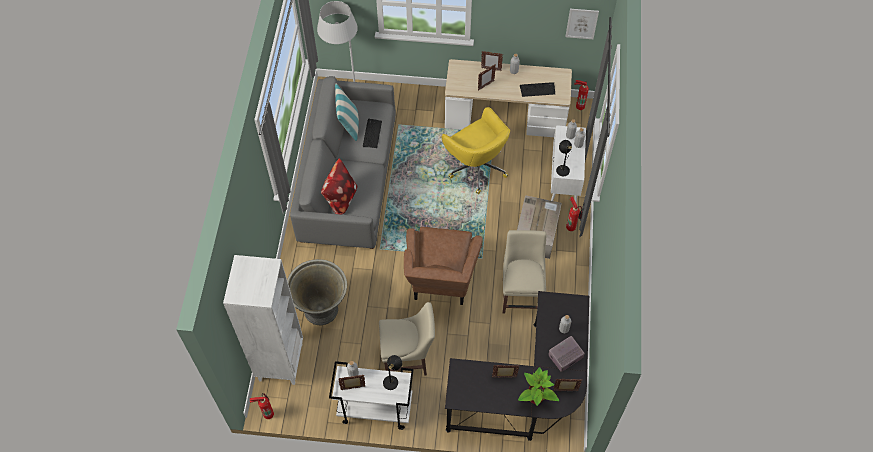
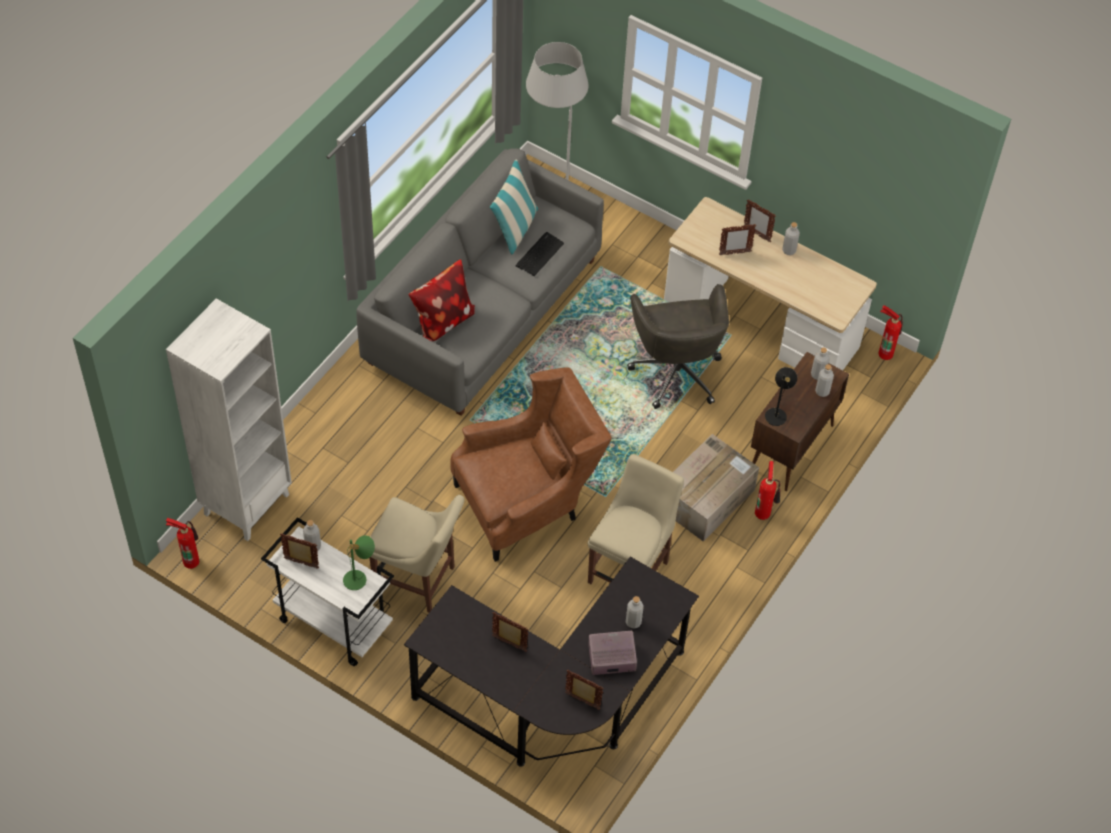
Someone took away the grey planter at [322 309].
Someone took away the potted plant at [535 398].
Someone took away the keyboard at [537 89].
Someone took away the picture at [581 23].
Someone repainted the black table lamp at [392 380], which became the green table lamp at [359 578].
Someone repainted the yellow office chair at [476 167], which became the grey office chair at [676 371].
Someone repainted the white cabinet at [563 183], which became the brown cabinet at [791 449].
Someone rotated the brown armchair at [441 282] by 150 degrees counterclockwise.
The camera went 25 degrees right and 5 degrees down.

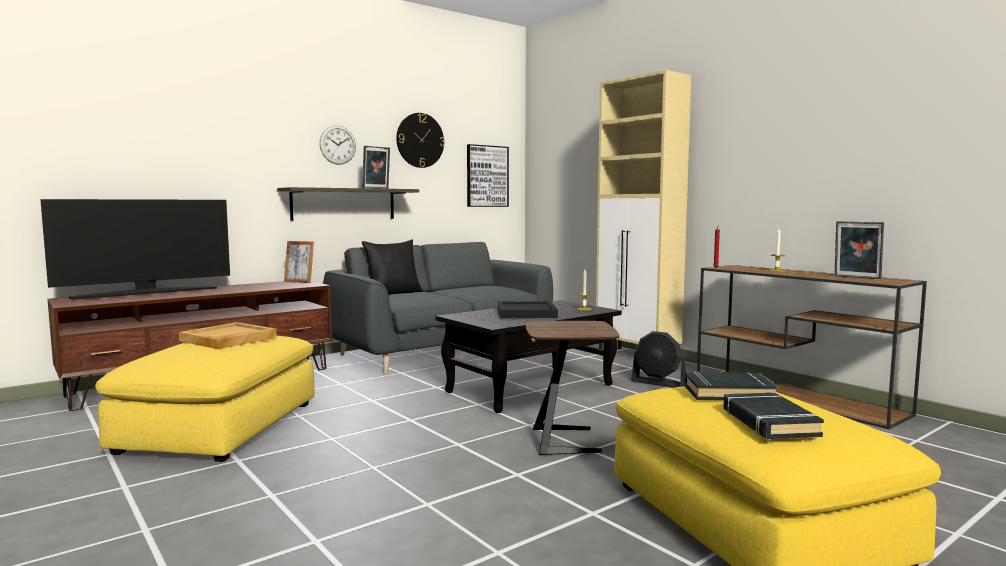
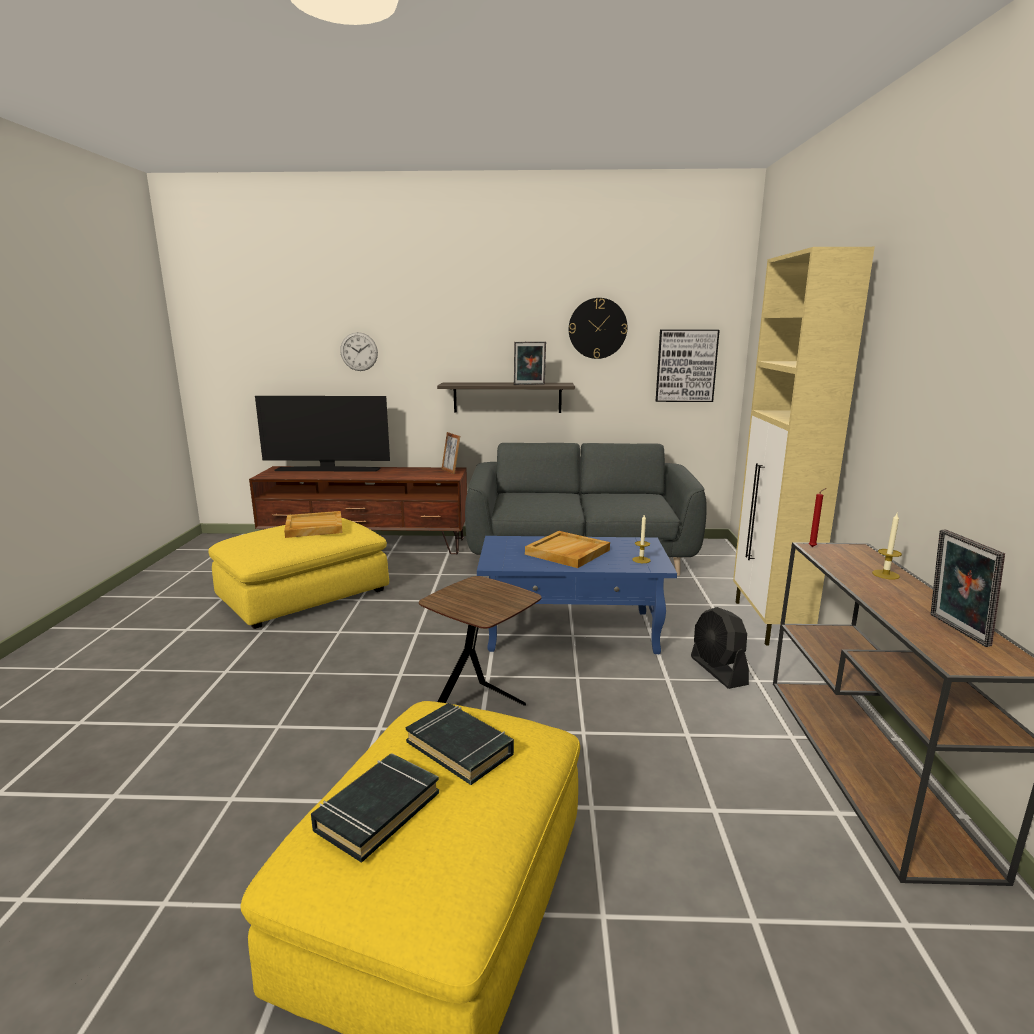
Someone took away the black pillow at [393 293].
Someone carried the wall clock from [337 145] to [359 351].
Someone repainted the black coffee table at [531 388], which became the blue coffee table at [572 630].
Someone repainted the black tray at [527 313], which became the beige tray at [567 552].
The camera went 40 degrees right and 10 degrees up.

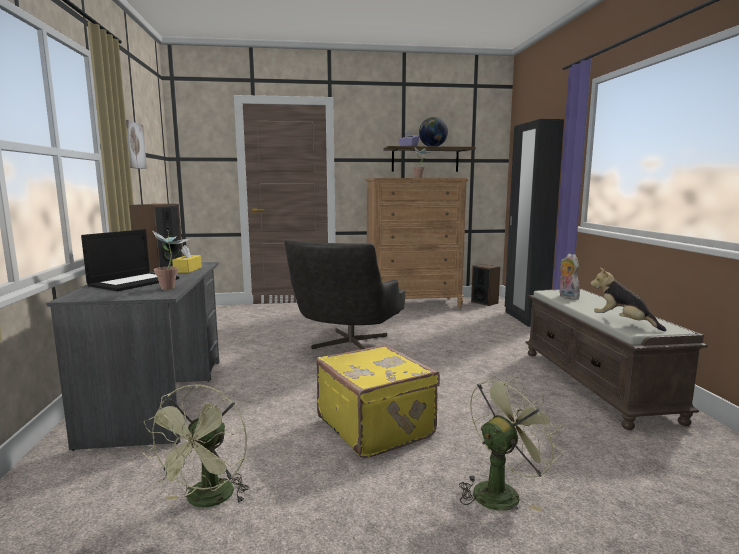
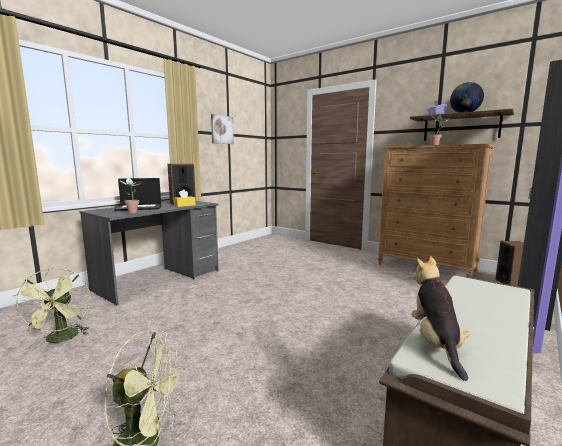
Someone took away the grey armchair at [347 346].
Someone took away the yellow suitcase at [376 426].
Someone took away the plush toy at [566 297].
Someone rotated the green fan at [206 501] by 75 degrees counterclockwise.
The camera went 45 degrees right and 0 degrees up.

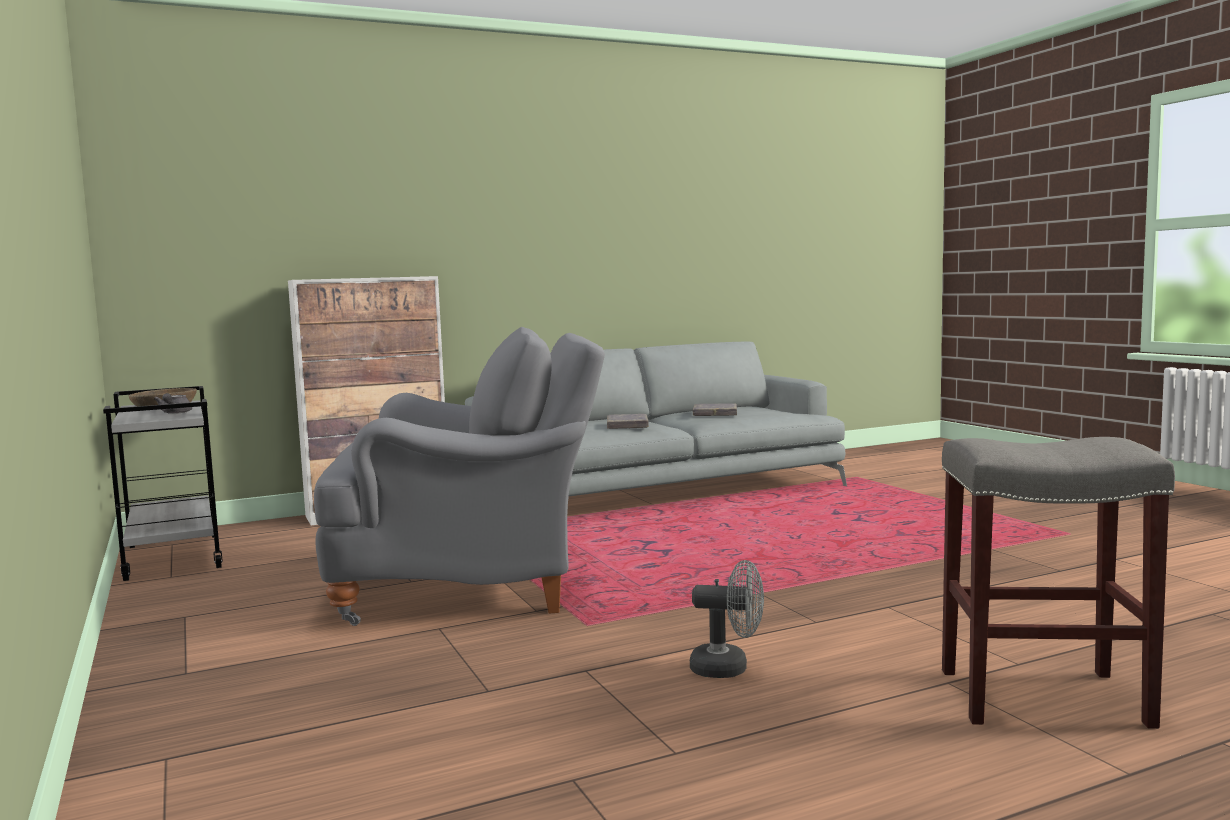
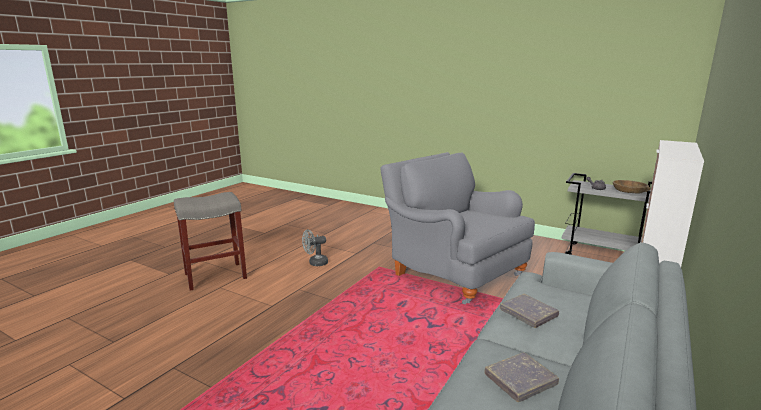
Someone rotated the grey armchair at [472 586] by 90 degrees clockwise.
The camera went 145 degrees right and 10 degrees up.

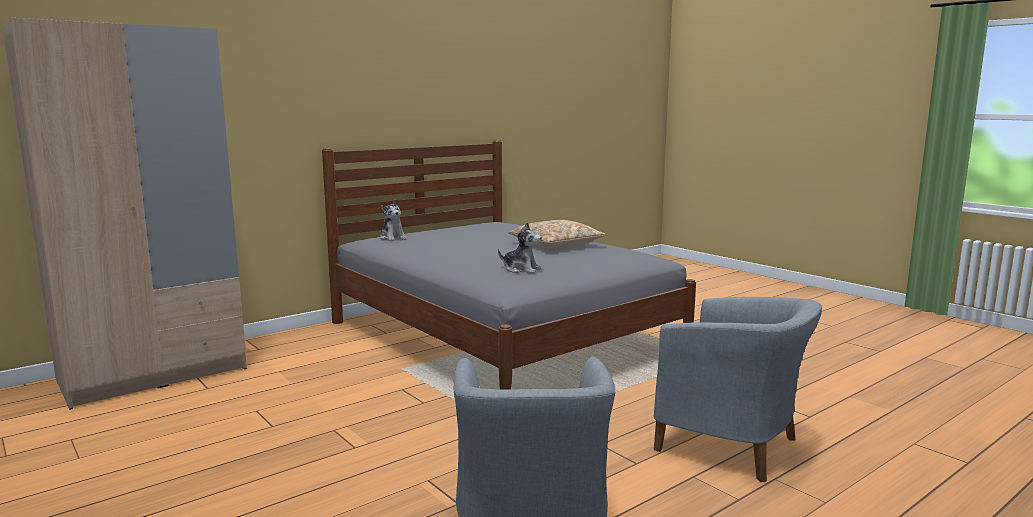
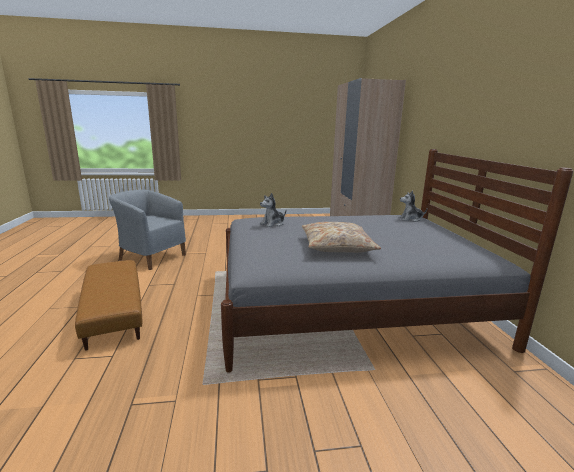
Someone swapped the grey armchair at [732 446] for the brown ottoman at [113 311].
The camera went 120 degrees right and 5 degrees up.

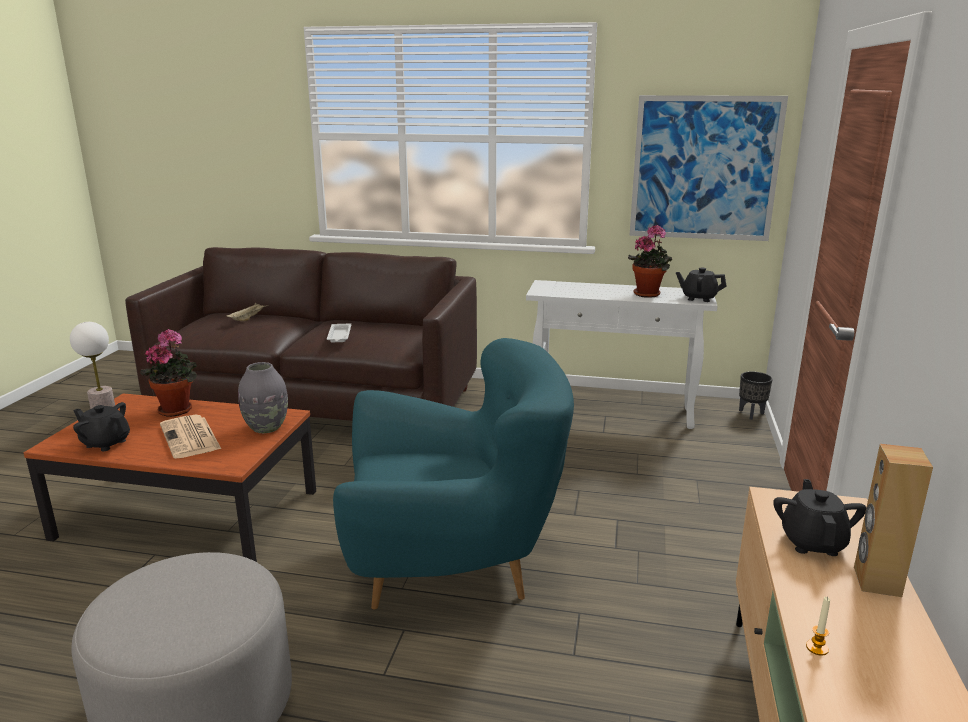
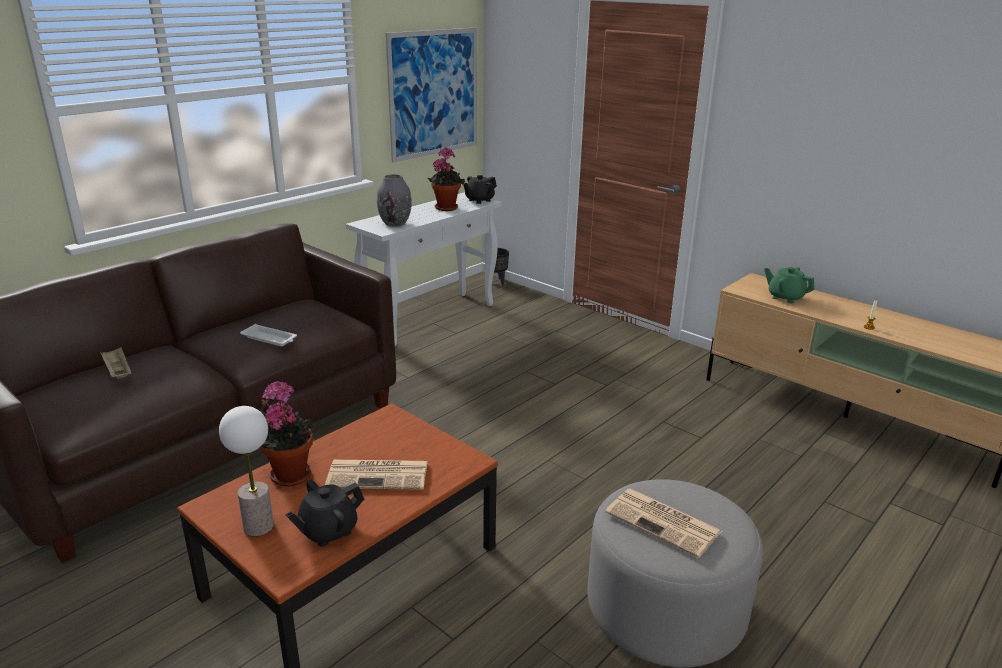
Someone took away the turquoise armchair at [452 565].
Someone took away the brown speaker at [876 581].
Someone put down the newspaper at [664 523].
Someone carried the grey vase from [267 427] to [395 223].
Someone repainted the black teapot at [812 542], which became the green teapot at [785 297].
The camera went 60 degrees left and 5 degrees up.

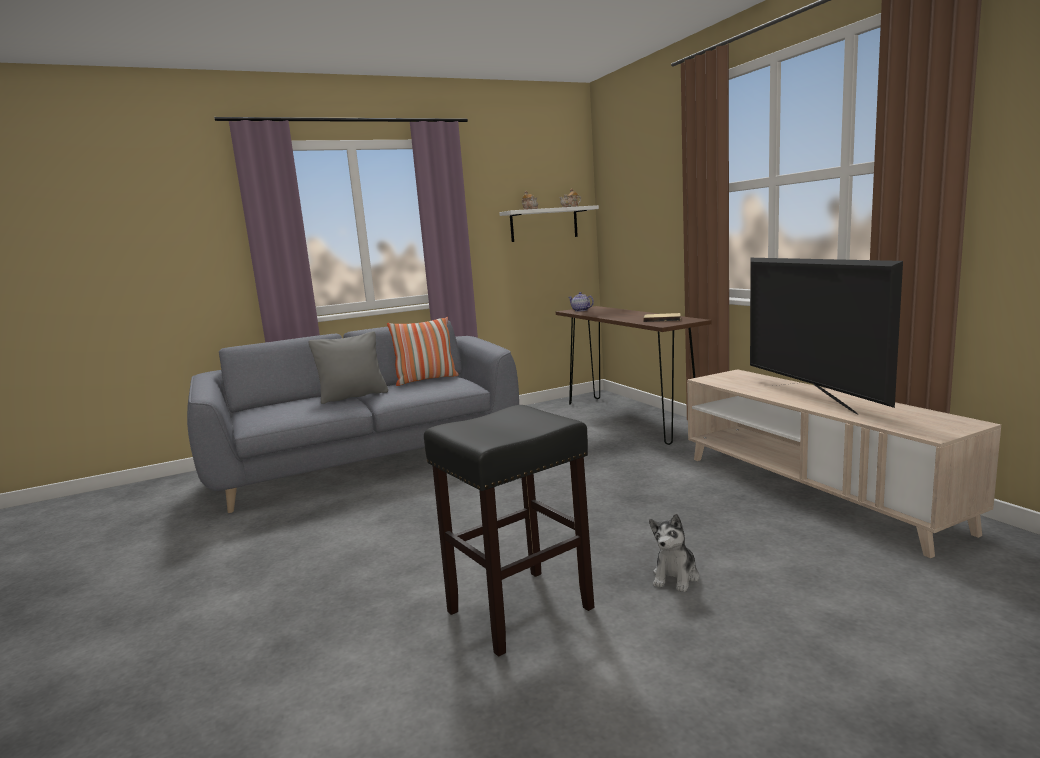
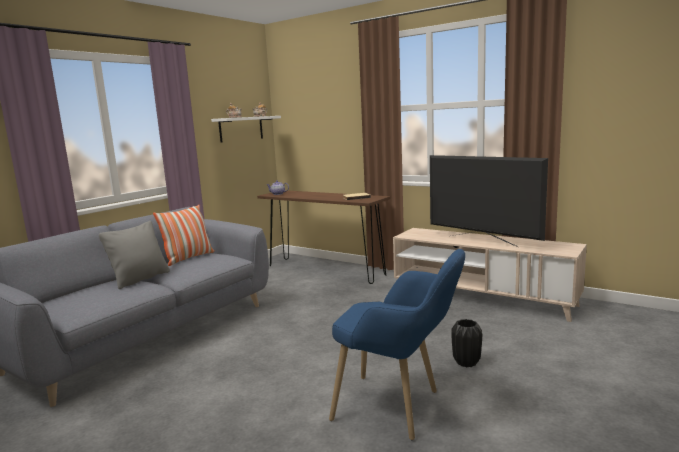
Someone swapped the black stool at [518 610] for the blue armchair at [400 409].
Someone swapped the plush toy at [675 576] for the black vase at [466 362].
The camera went 30 degrees left and 0 degrees up.

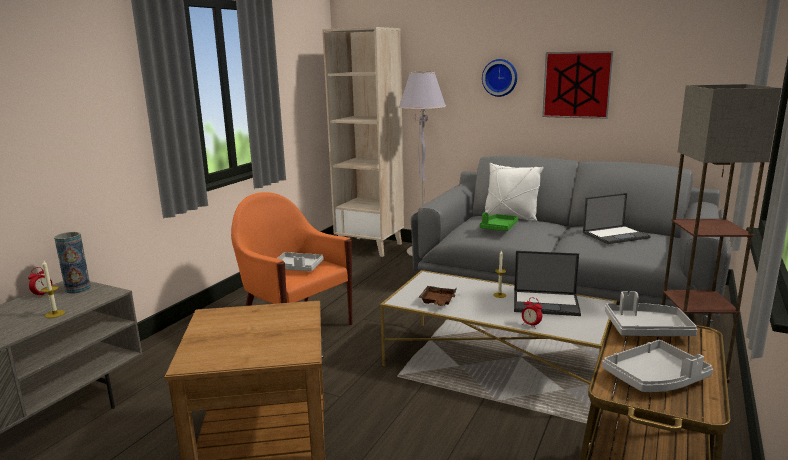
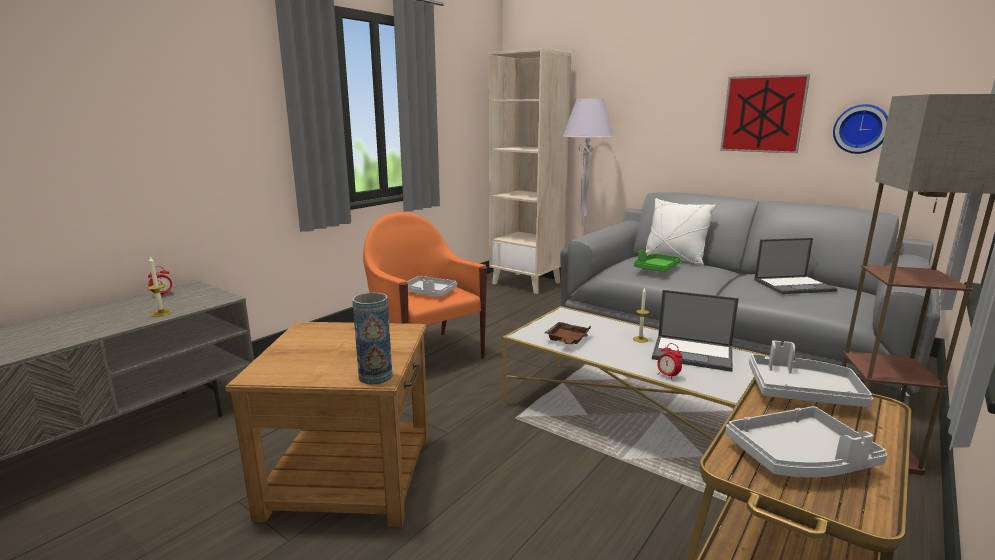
Someone carried the vase from [78 289] to [375 376].
Someone carried the wall clock from [500 77] to [861 129].
The camera went 10 degrees right and 0 degrees up.

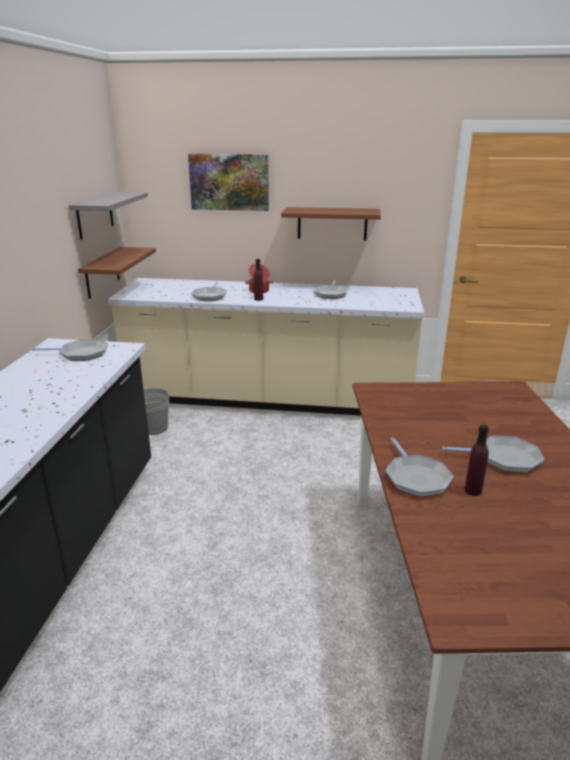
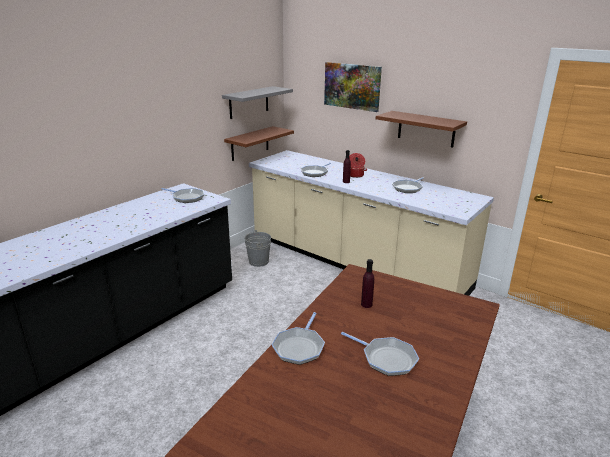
Someone carried the purple bottle from [473 491] to [366 304].
The camera went 30 degrees right and 0 degrees up.

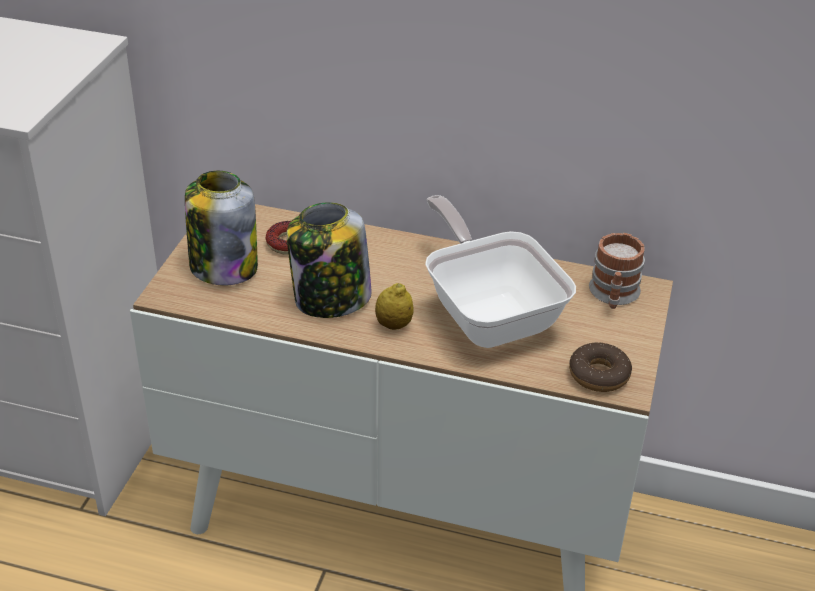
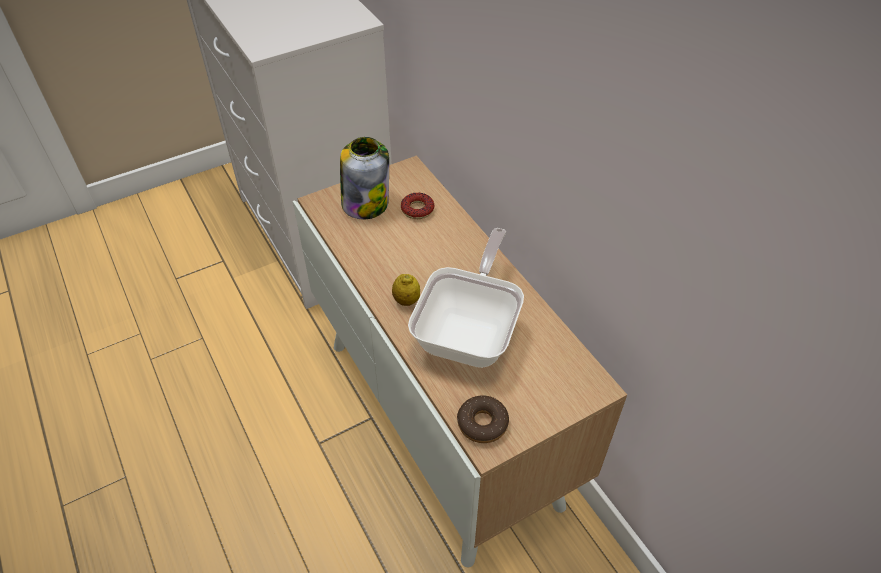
Someone took away the jar at [330 299].
Someone took away the mug at [613 295].
The camera went 45 degrees right and 10 degrees up.

